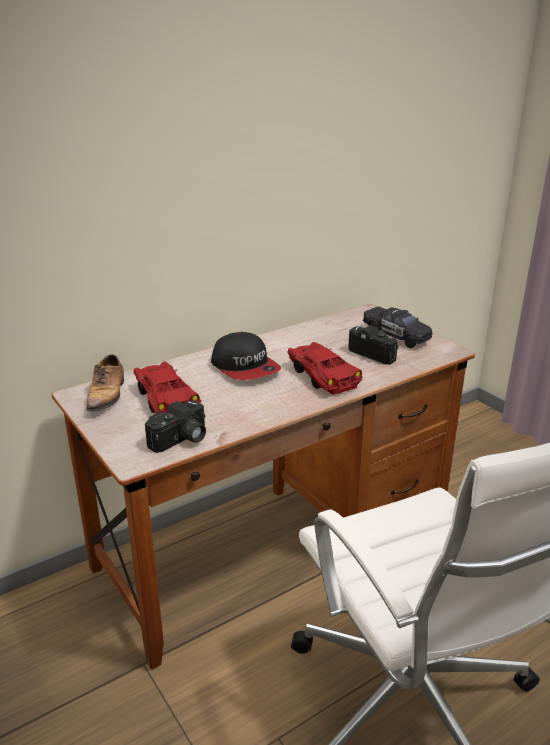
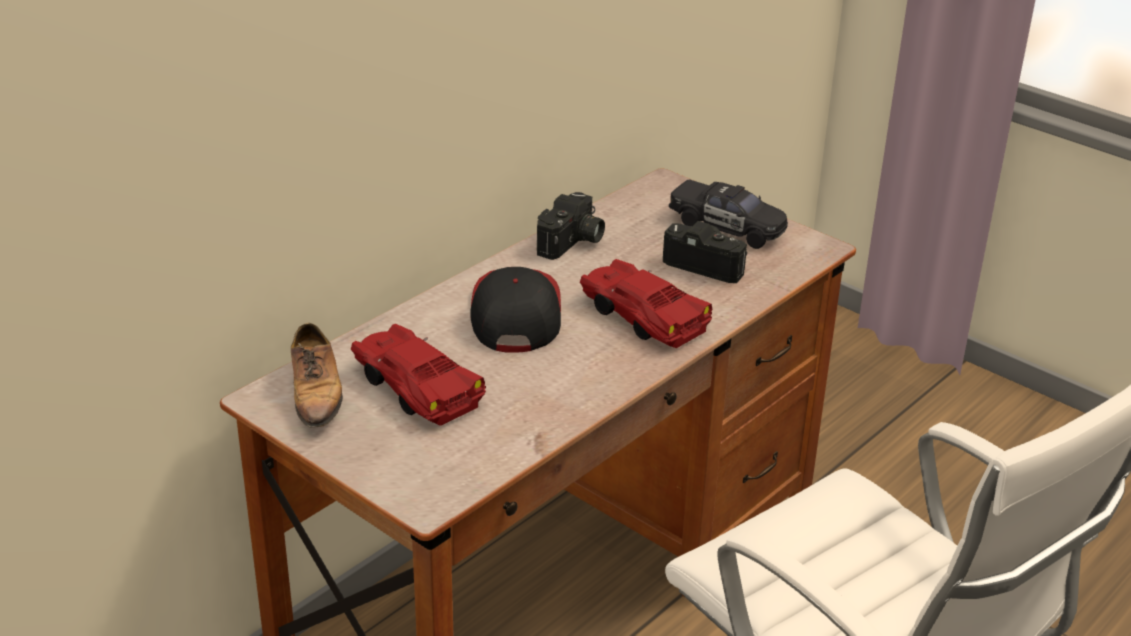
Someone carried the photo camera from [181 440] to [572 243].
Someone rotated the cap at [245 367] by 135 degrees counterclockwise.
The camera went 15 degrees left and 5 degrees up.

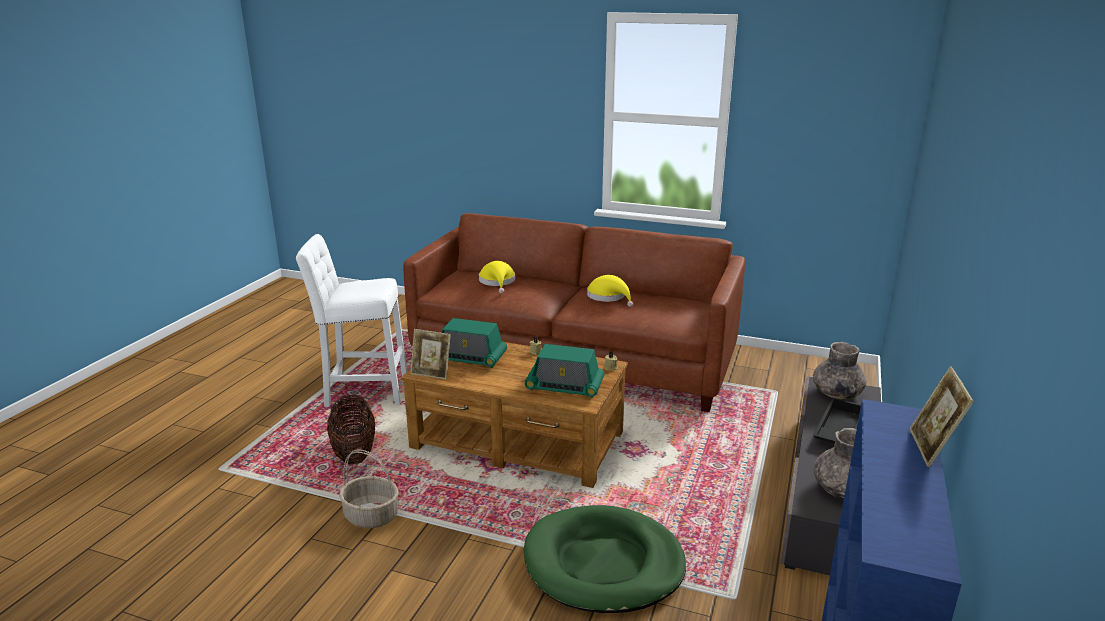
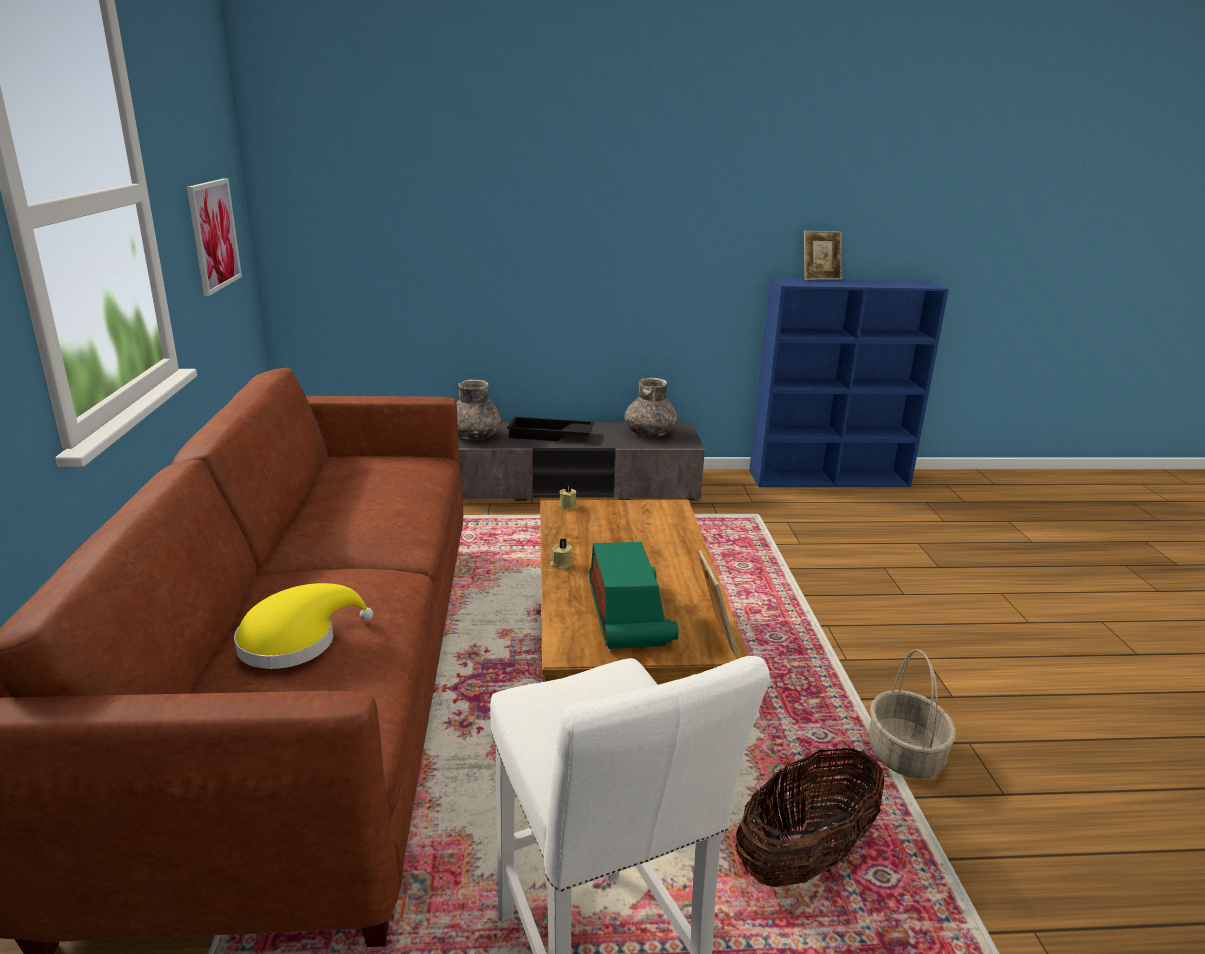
Someone took away the green dog bed at [603 564].
Someone took away the radio at [564 386].
Someone took away the yellow hat at [608 297].
Someone put up the picture at [213 235].
The camera went 115 degrees left and 0 degrees up.

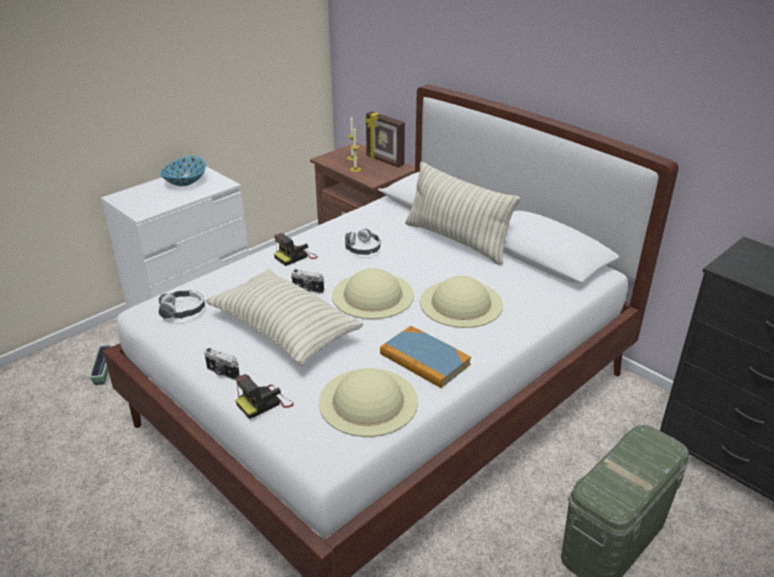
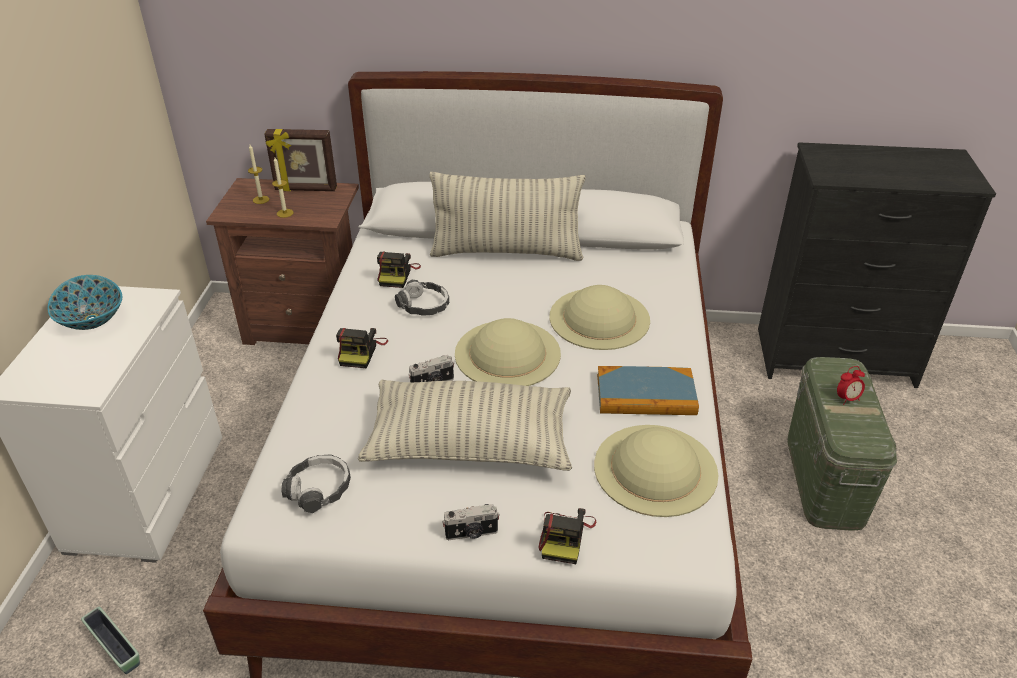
Someone put down the photo camera at [397 275].
Someone put down the alarm clock at [847 399].
The camera went 40 degrees left and 5 degrees up.

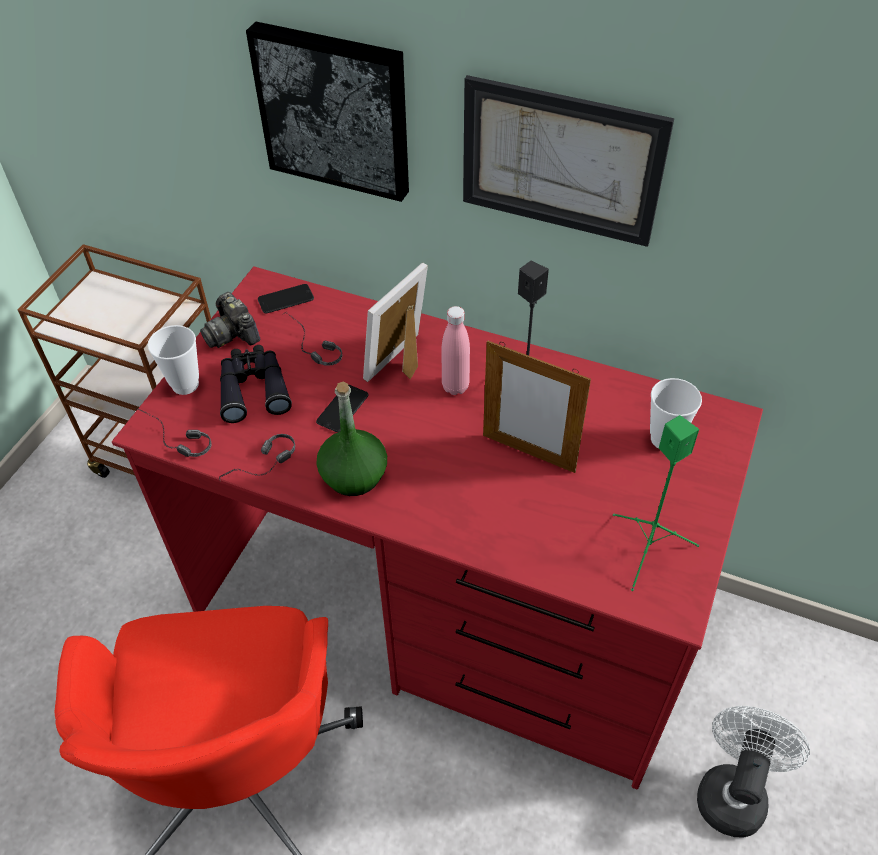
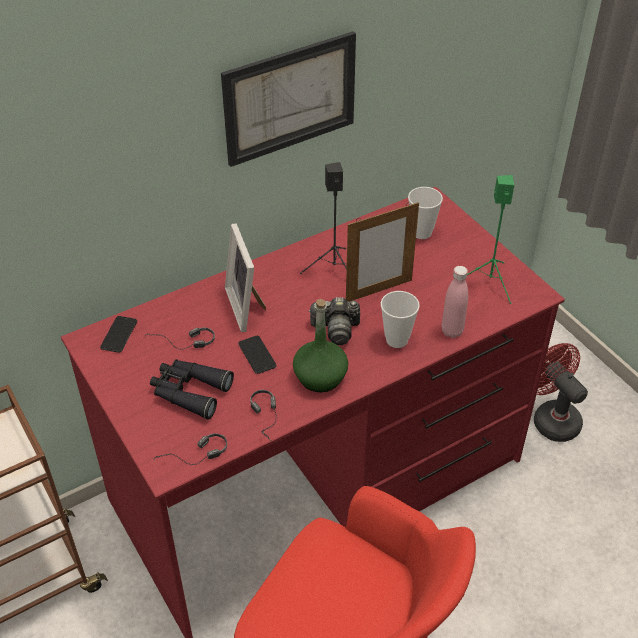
Someone took away the picture at [335 109].
Someone carried the cup from [185 385] to [397 340].
Someone carried the photo camera from [232 333] to [336 329].
Someone carried the pink bottle from [455 386] to [452 331].
Someone repainted the white fan at [733 790], which became the red fan at [551 418].
The camera went 55 degrees left and 5 degrees down.

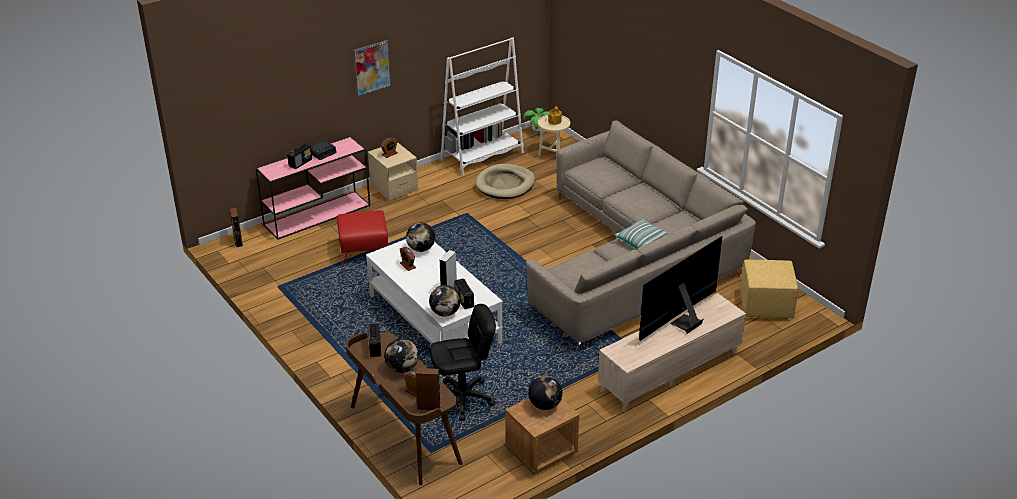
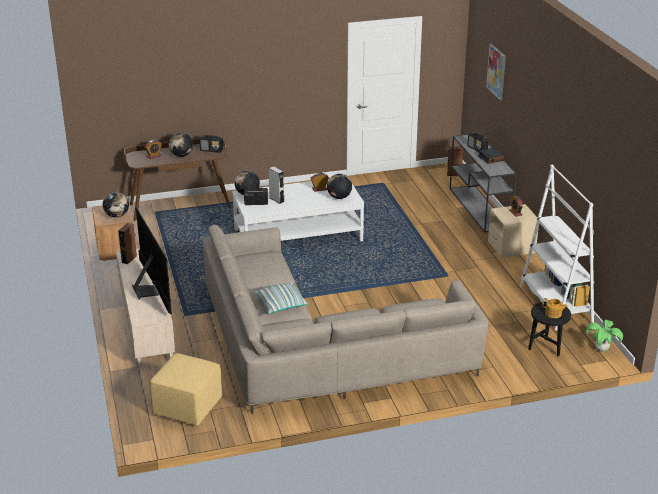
Someone took away the red ottoman at [364 251].
Someone took away the black office chair at [463 399].
Someone took away the beige dog bed at [505 184].
Someone carried the picture from [371 67] to [496 71].
Someone carried the brown speaker from [428 406] to [129 259].
Someone repainted the pink console table at [318 214], which became the grey console table at [479 208].
Someone repainted the beige side table at [553 154], which became the black side table at [546 349].
The camera went 110 degrees right and 5 degrees down.

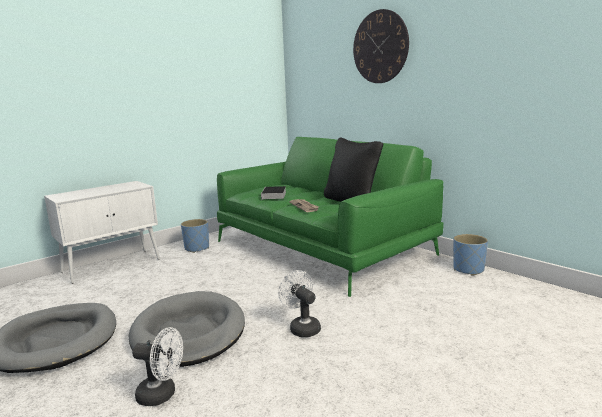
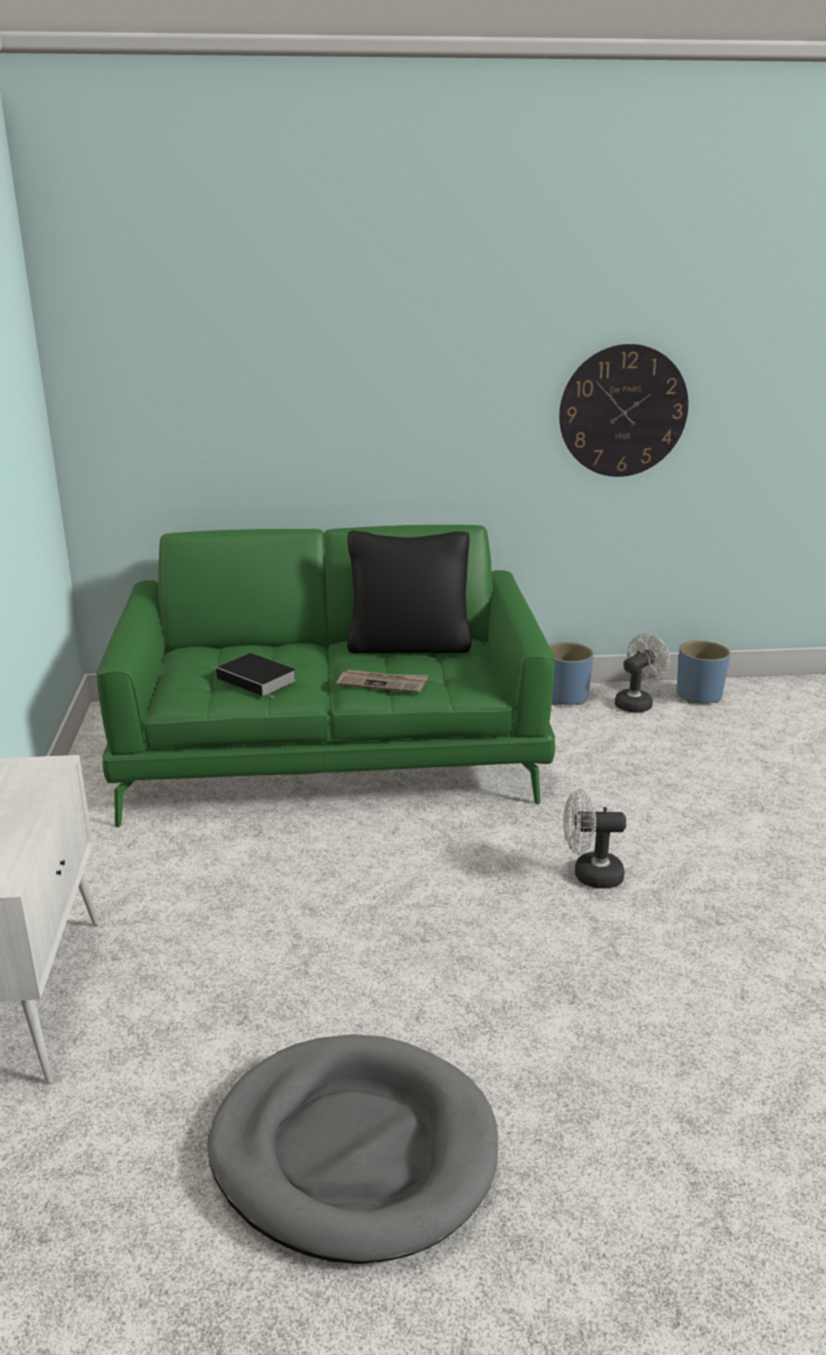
Someone took away the grey dog bed at [189 333].
Someone carried the white fan from [162 395] to [637 703].
Someone carried the blue planter from [197 248] to [699 696].
Someone carried the wall clock from [380 47] to [623 411].
The camera went 55 degrees left and 10 degrees up.

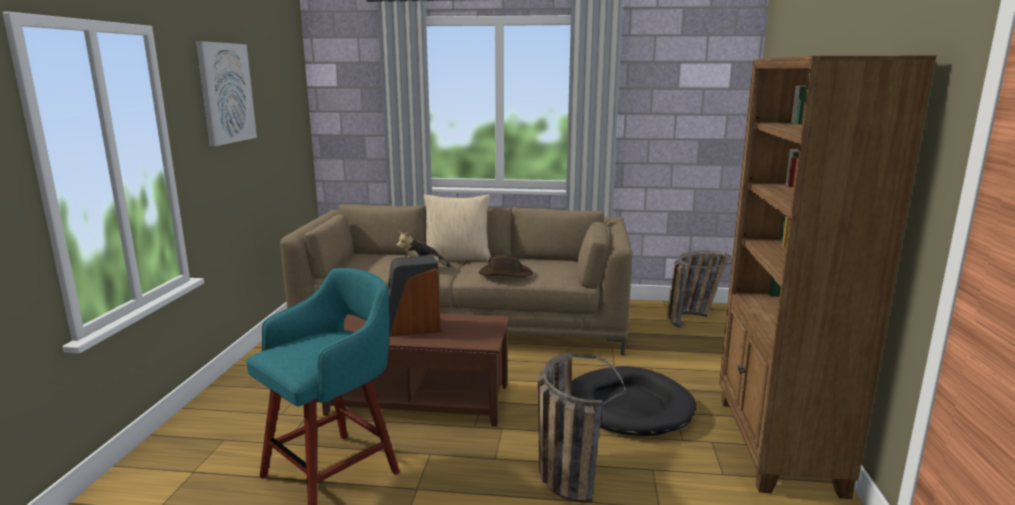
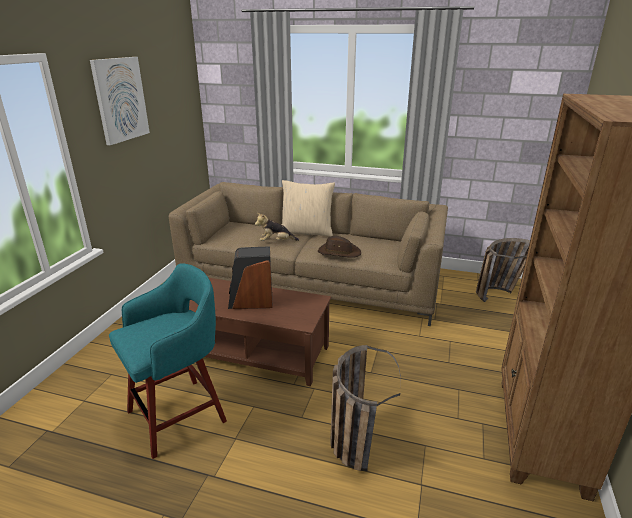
Someone took away the black dog bed at [629 406].
The camera went 10 degrees right and 10 degrees up.

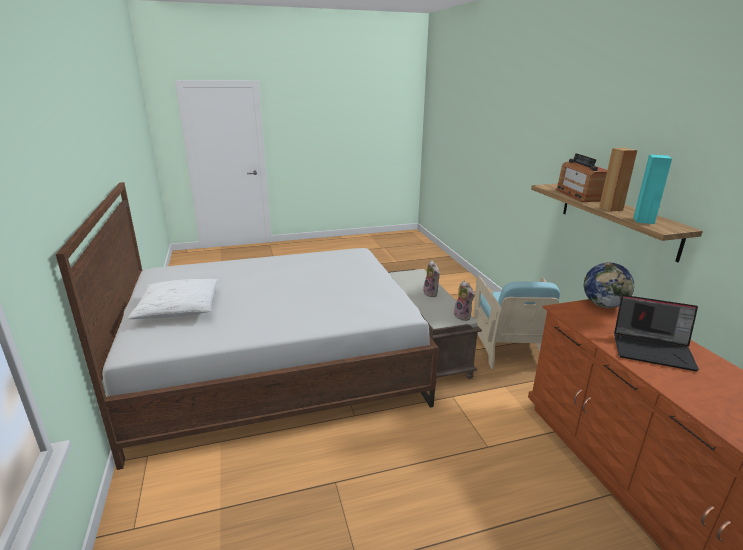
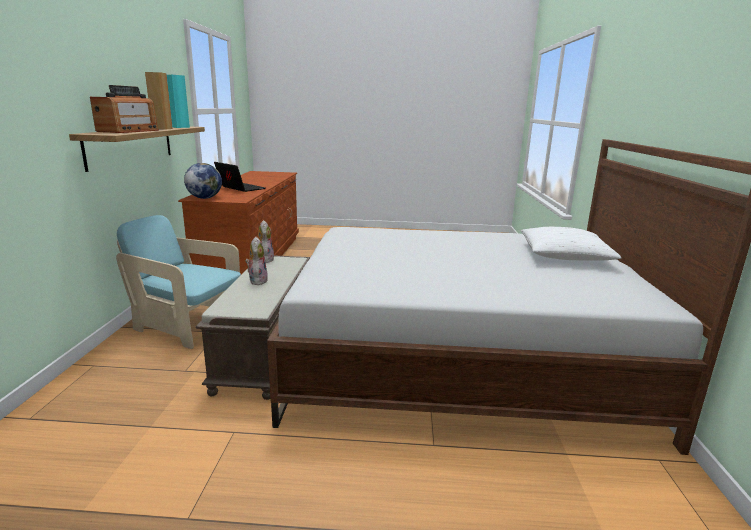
Someone rotated the turquoise armchair at [508 349] by 90 degrees counterclockwise.
The camera went 160 degrees left and 5 degrees down.

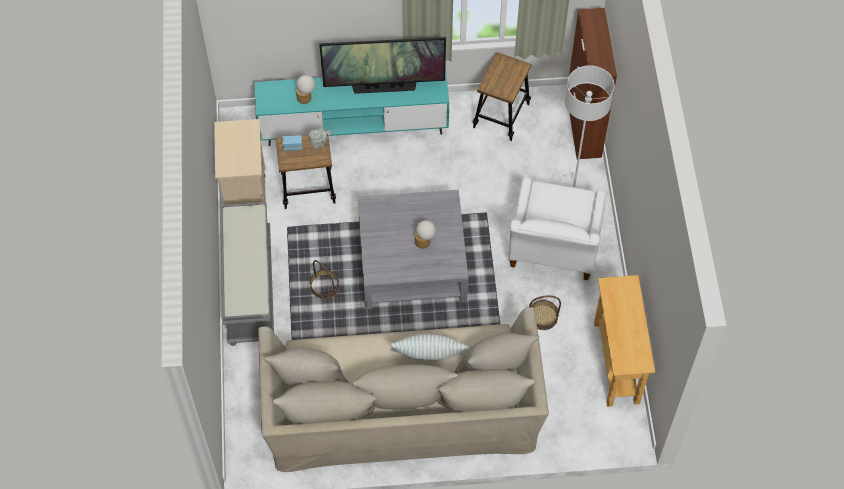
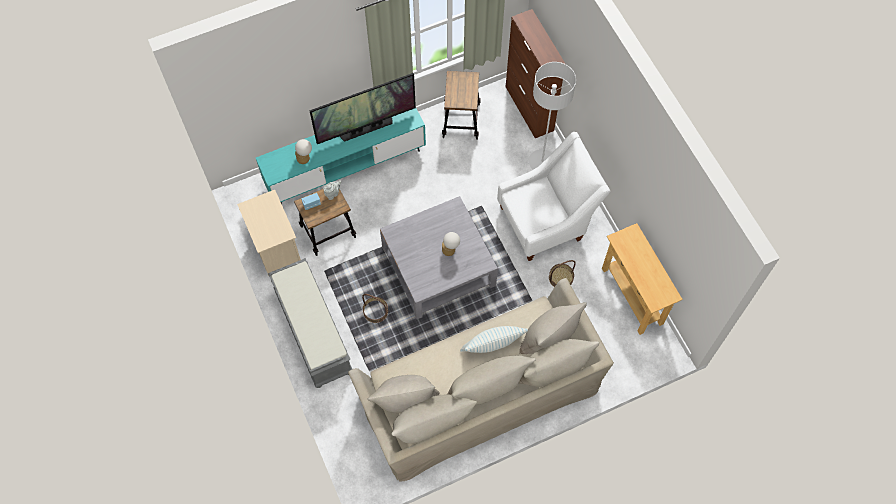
Someone rotated the white armchair at [552 251] by 105 degrees counterclockwise.
The camera went 20 degrees left and 5 degrees up.

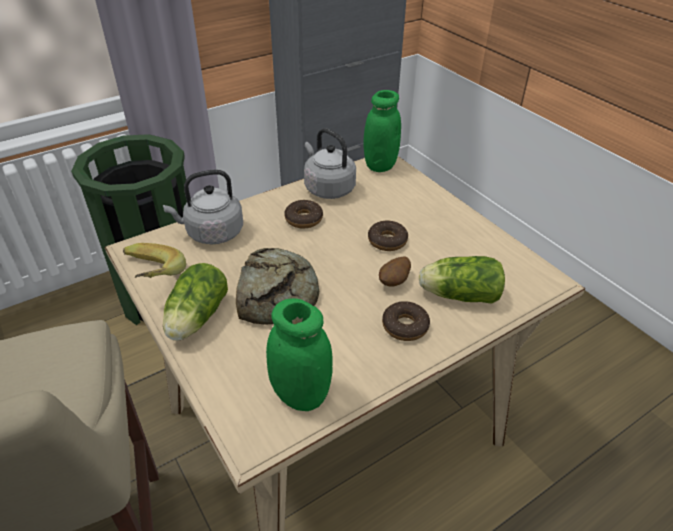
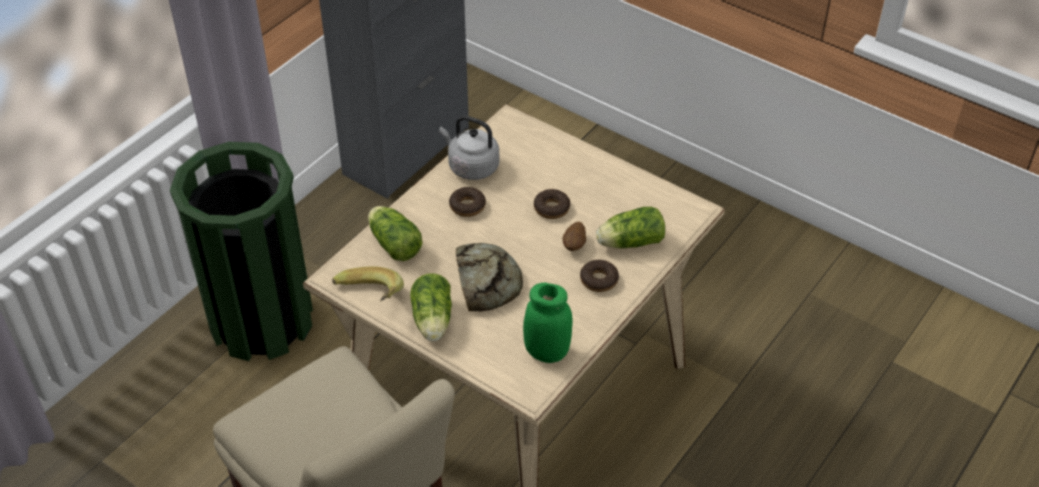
Someone took away the green jar at [380 165].
Someone swapped the grey kettle at [212 233] for the lettuce at [393 243].
The camera went 20 degrees left and 5 degrees up.

